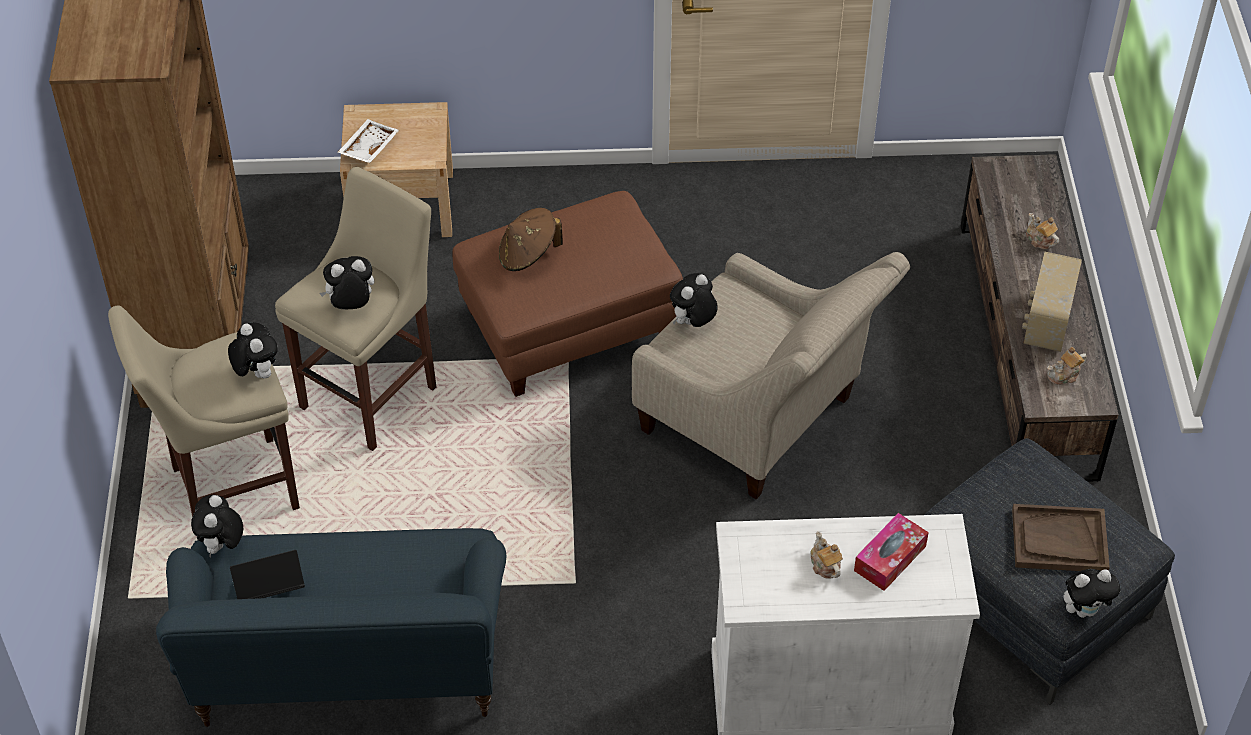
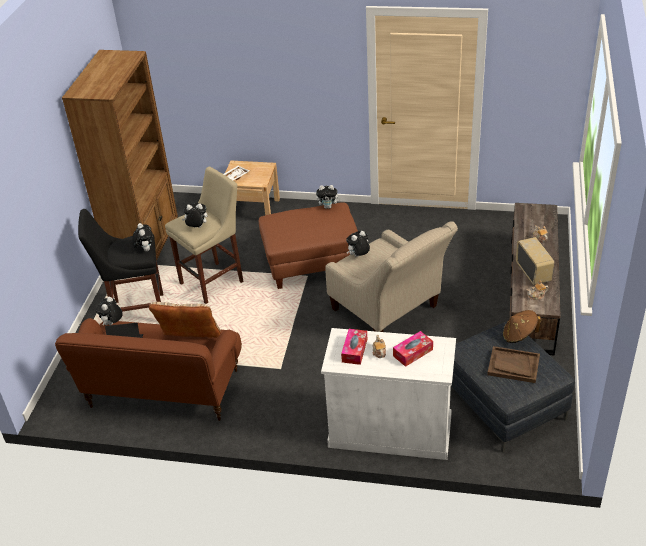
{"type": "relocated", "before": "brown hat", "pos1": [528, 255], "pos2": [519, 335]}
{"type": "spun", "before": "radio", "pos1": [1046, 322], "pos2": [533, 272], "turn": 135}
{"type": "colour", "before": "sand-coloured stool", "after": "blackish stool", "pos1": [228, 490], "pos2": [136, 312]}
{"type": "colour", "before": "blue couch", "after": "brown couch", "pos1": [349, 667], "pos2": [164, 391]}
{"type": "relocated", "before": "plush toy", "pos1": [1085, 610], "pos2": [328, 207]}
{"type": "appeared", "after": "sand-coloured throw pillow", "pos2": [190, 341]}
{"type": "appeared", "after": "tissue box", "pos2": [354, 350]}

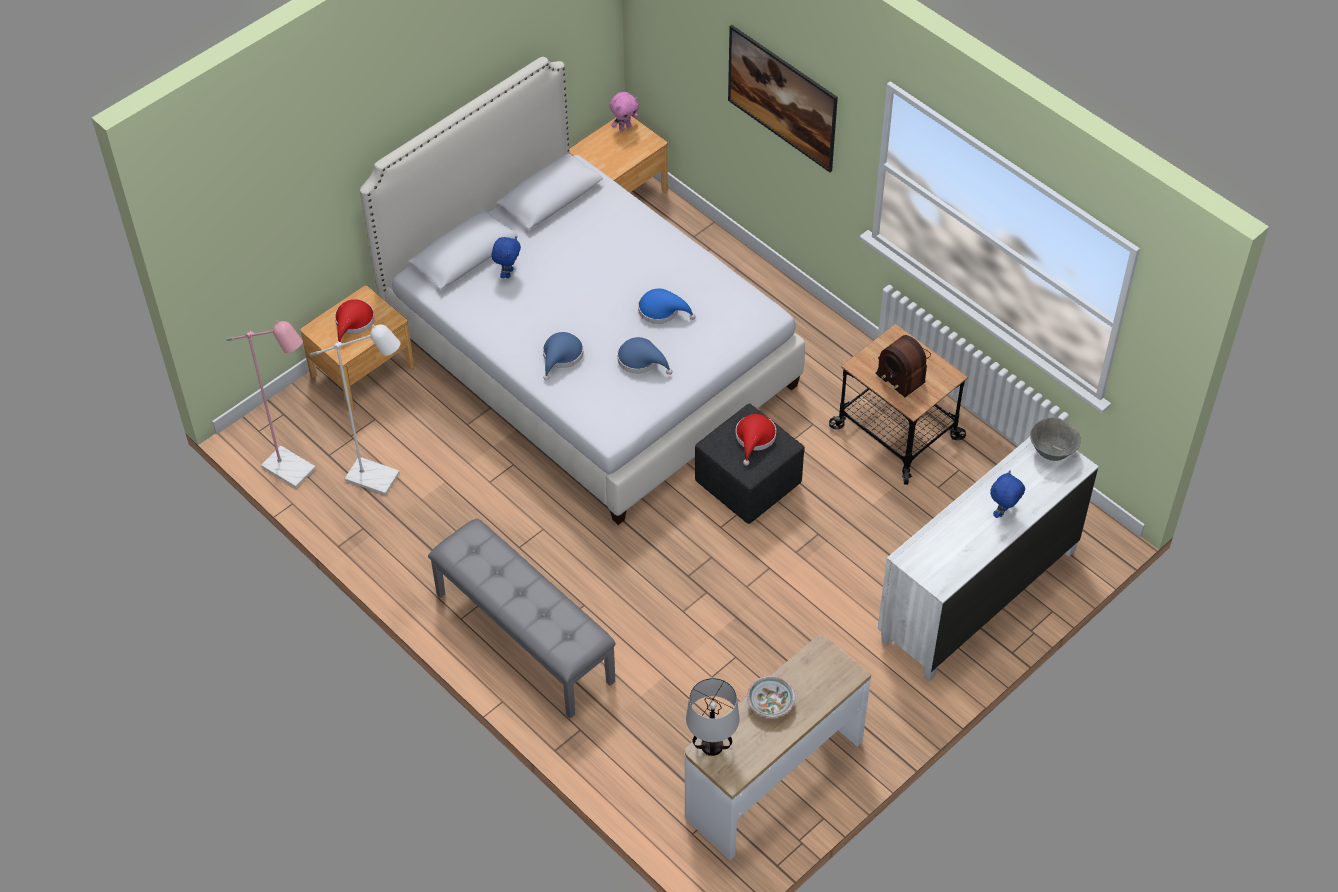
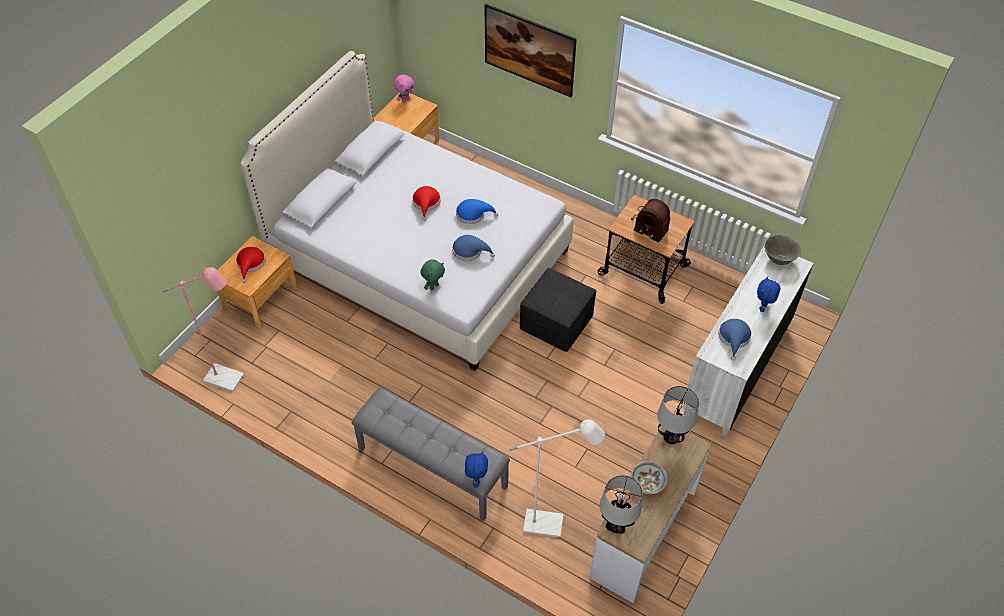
{"type": "relocated", "before": "blue plush toy", "pos1": [508, 273], "pos2": [476, 479]}
{"type": "relocated", "before": "whitish standing lamp", "pos1": [381, 479], "pos2": [551, 524]}
{"type": "relocated", "before": "blue hat", "pos1": [561, 356], "pos2": [734, 338]}
{"type": "relocated", "before": "red-coloured hat", "pos1": [754, 438], "pos2": [426, 203]}
{"type": "appeared", "after": "green-coloured plush toy", "pos2": [433, 286]}
{"type": "appeared", "after": "lamp for a table", "pos2": [671, 437]}

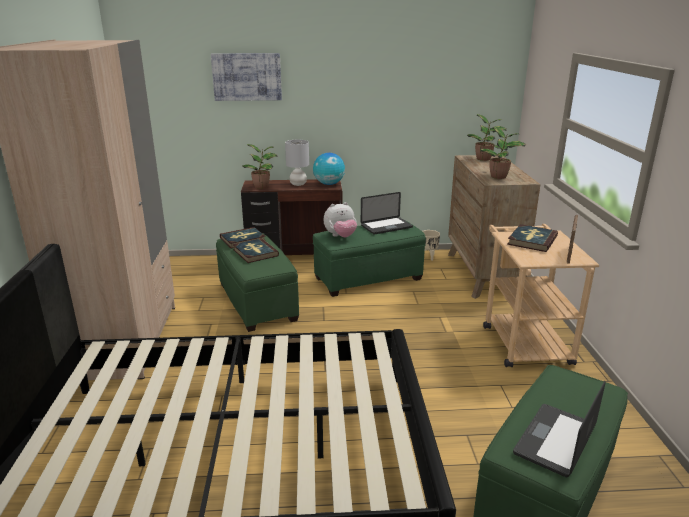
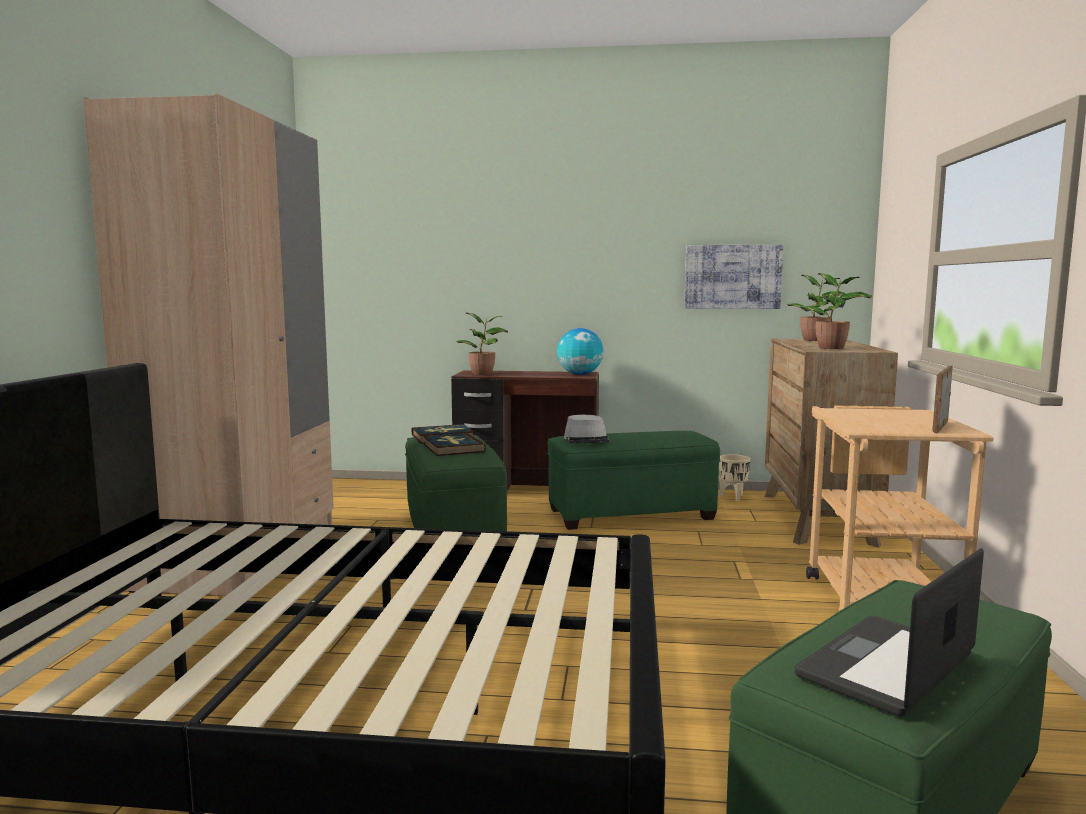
{"type": "relocated", "before": "wall art", "pos1": [247, 77], "pos2": [732, 277]}
{"type": "missing", "before": "gray lamp for a table", "pos1": [298, 184]}
{"type": "missing", "before": "laptop", "pos1": [386, 226]}
{"type": "exchanged", "before": "plush toy", "after": "gray hat", "pos1": [340, 236], "pos2": [587, 440]}
{"type": "missing", "before": "book", "pos1": [532, 240]}

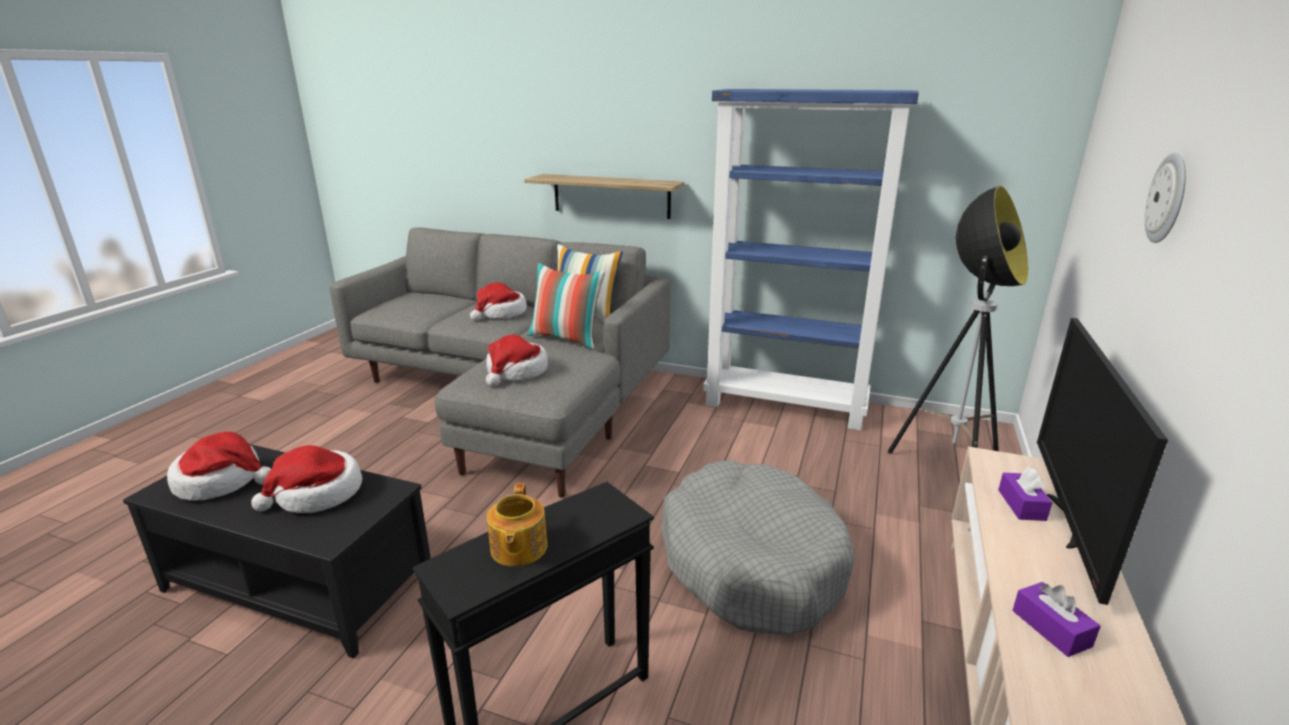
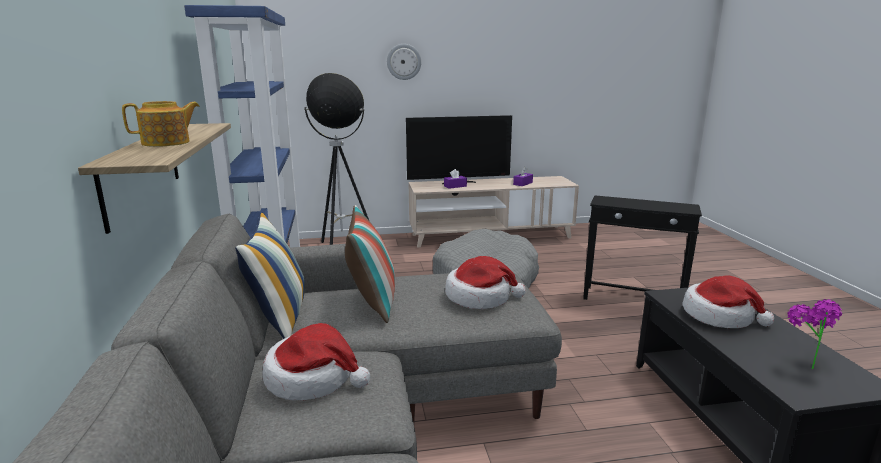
{"type": "exchanged", "before": "hat", "after": "houseplant", "pos1": [221, 481], "pos2": [802, 364]}
{"type": "relocated", "before": "teapot", "pos1": [518, 548], "pos2": [167, 143]}

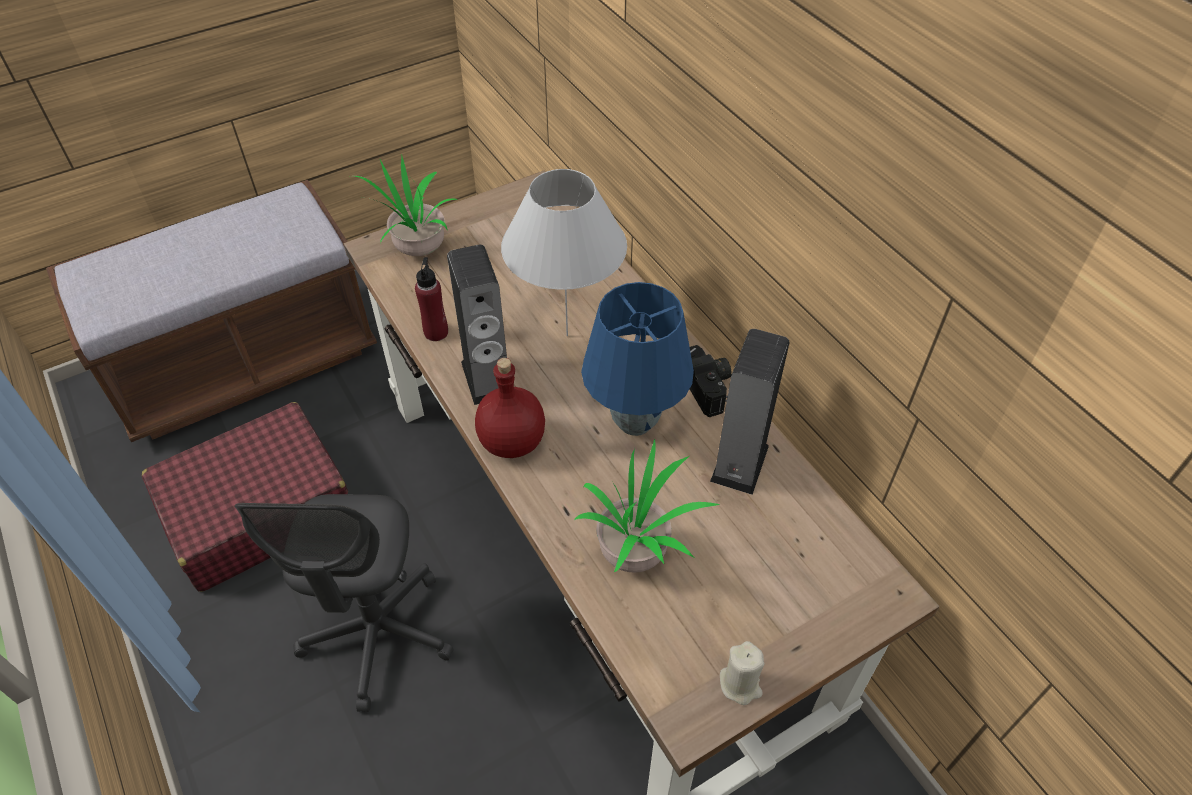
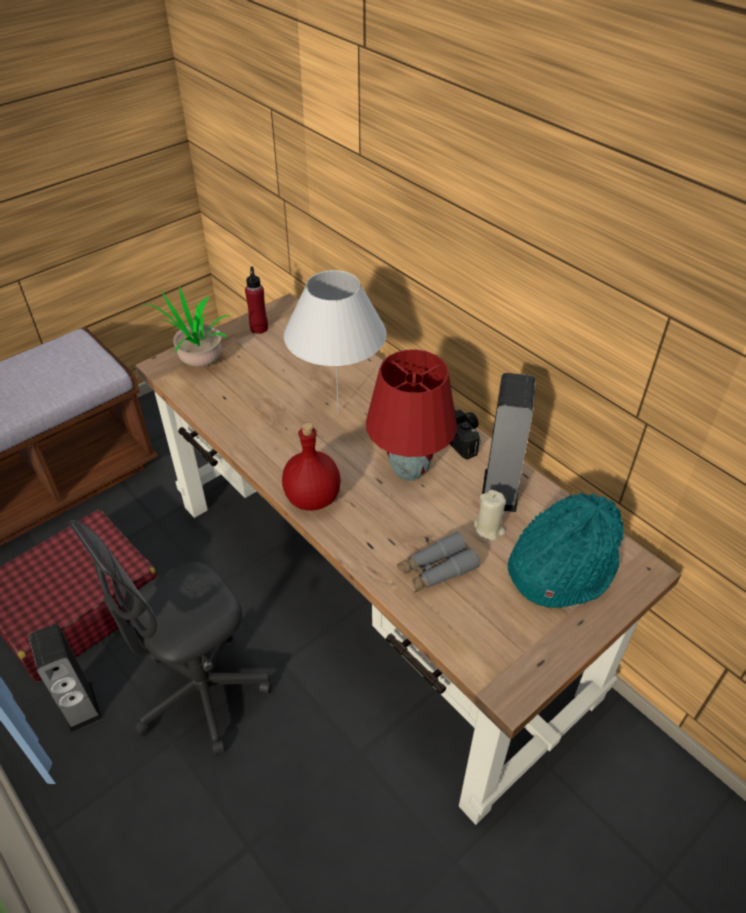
{"type": "relocated", "before": "audio speaker", "pos1": [487, 378], "pos2": [81, 706]}
{"type": "relocated", "before": "red-coloured beverage bottle", "pos1": [436, 332], "pos2": [259, 328]}
{"type": "colour", "before": "blue lamp for a table", "after": "red-coloured lamp for a table", "pos1": [634, 421], "pos2": [408, 470]}
{"type": "exchanged", "before": "houseplant", "after": "gray binoculars", "pos1": [638, 553], "pos2": [436, 569]}
{"type": "spun", "before": "gray computer chair", "pos1": [378, 634], "pos2": [202, 693], "turn": 60}
{"type": "relocated", "before": "sand-coloured wax candle", "pos1": [740, 684], "pos2": [489, 529]}
{"type": "appeared", "after": "blue-green hat", "pos2": [560, 567]}

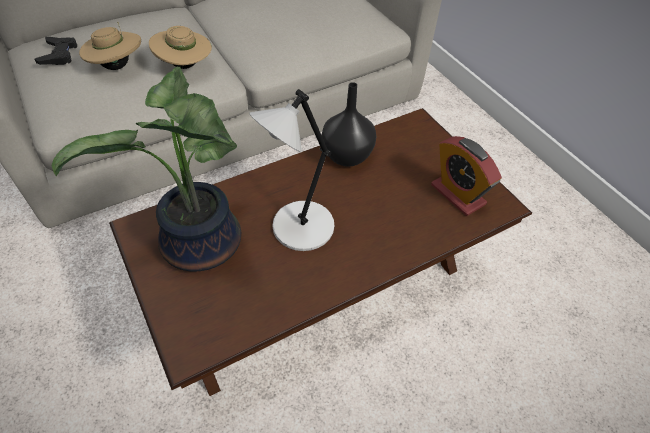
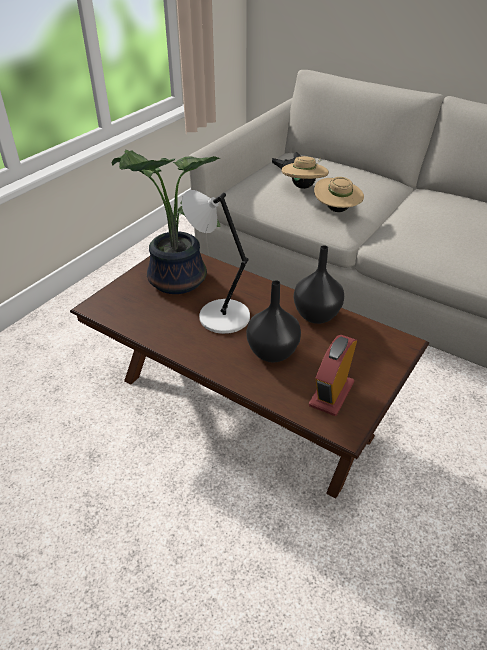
{"type": "appeared", "after": "blackish flower vase", "pos2": [272, 353]}

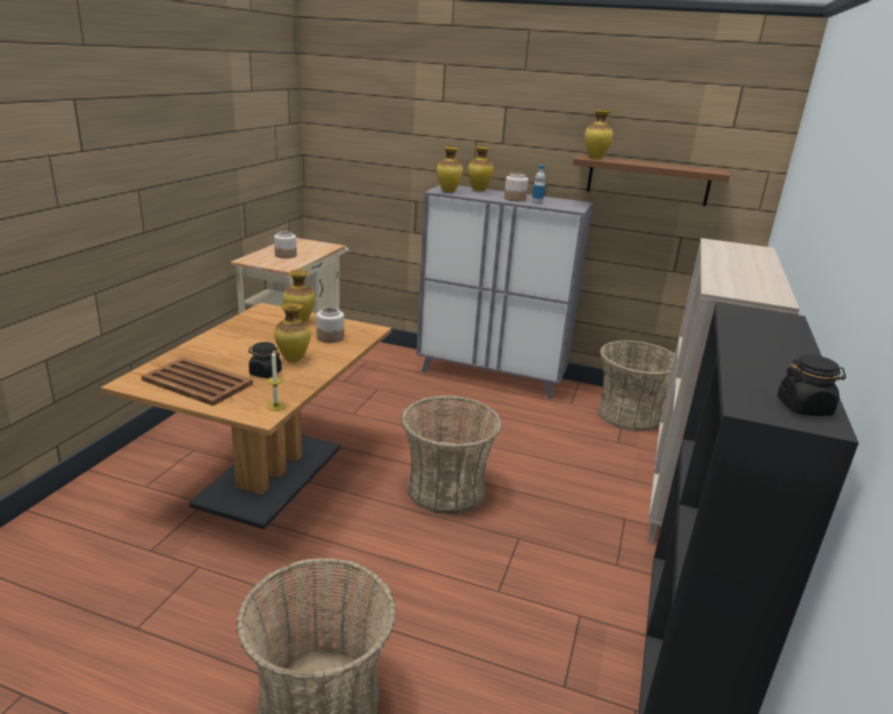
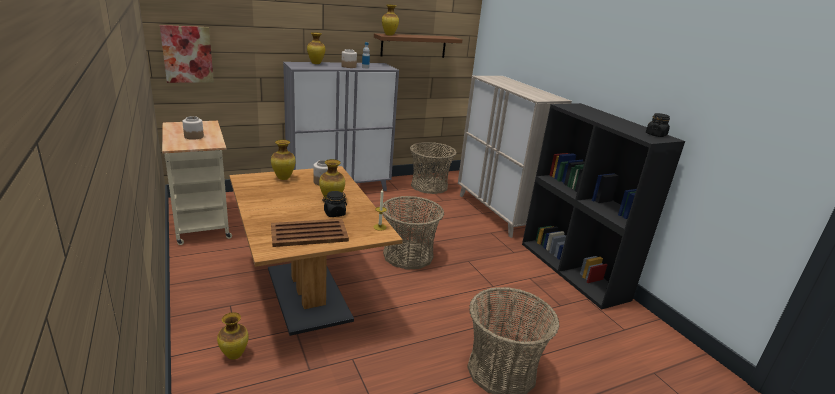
{"type": "relocated", "before": "flower vase", "pos1": [448, 192], "pos2": [235, 355]}
{"type": "appeared", "after": "wall art", "pos2": [187, 54]}

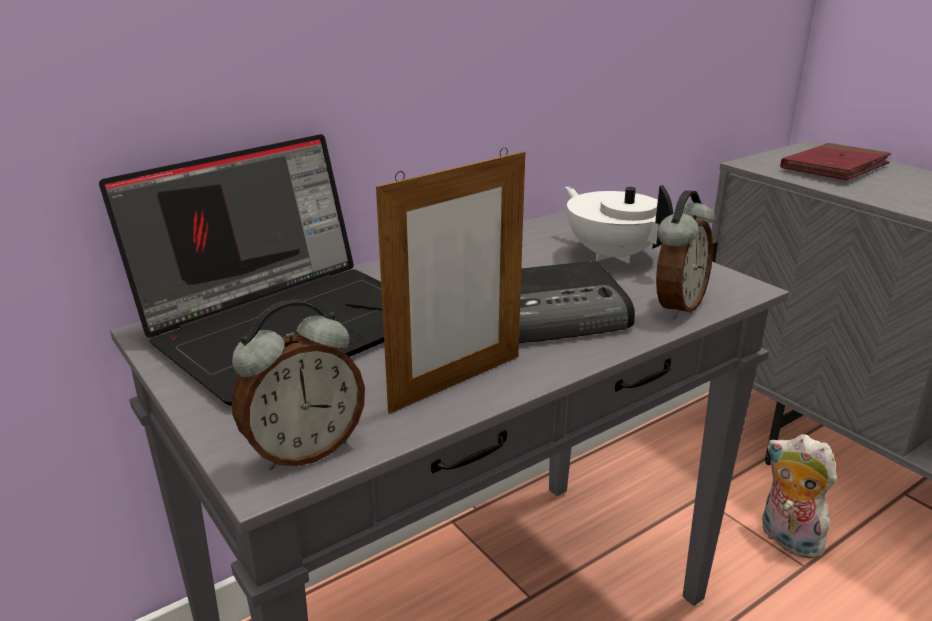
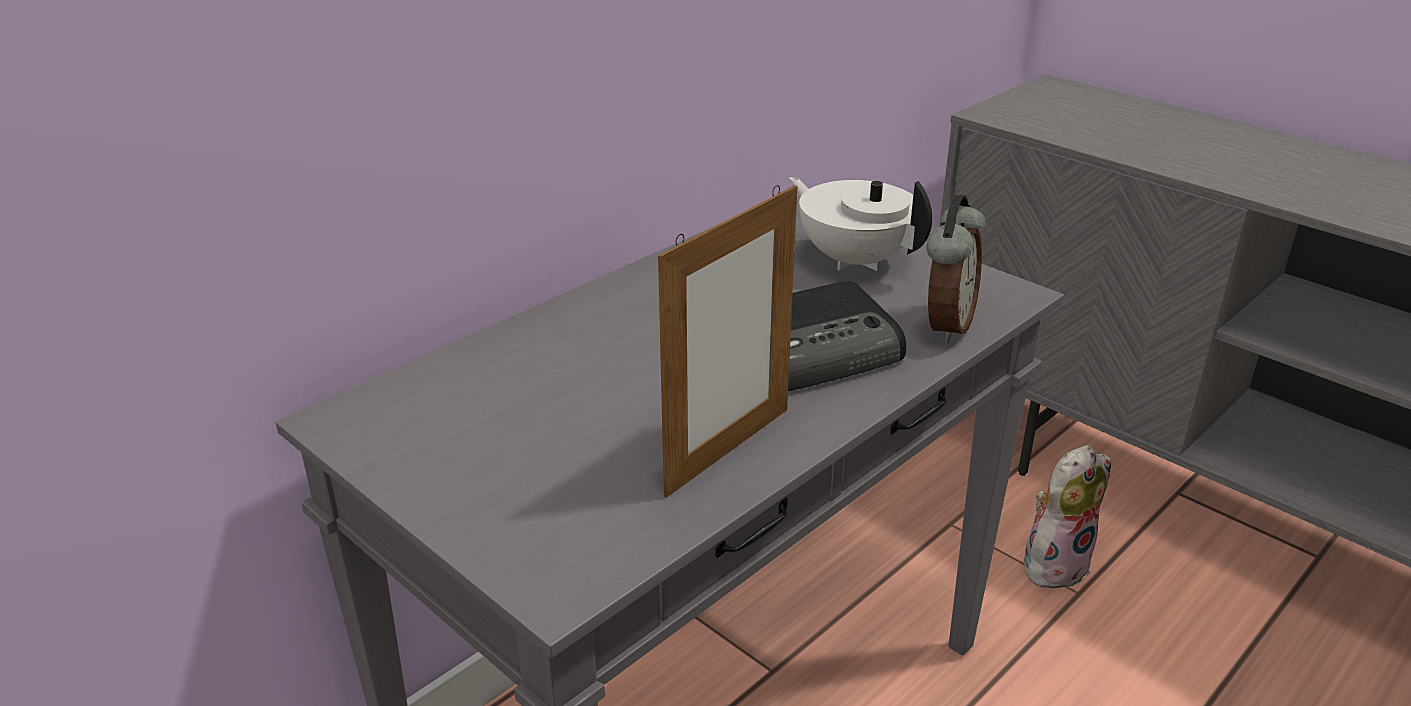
{"type": "missing", "before": "laptop", "pos1": [291, 324]}
{"type": "missing", "before": "red-coloured book", "pos1": [834, 167]}
{"type": "missing", "before": "table clock", "pos1": [304, 450]}
{"type": "spun", "before": "plush toy", "pos1": [786, 539], "pos2": [1054, 564], "turn": 105}

